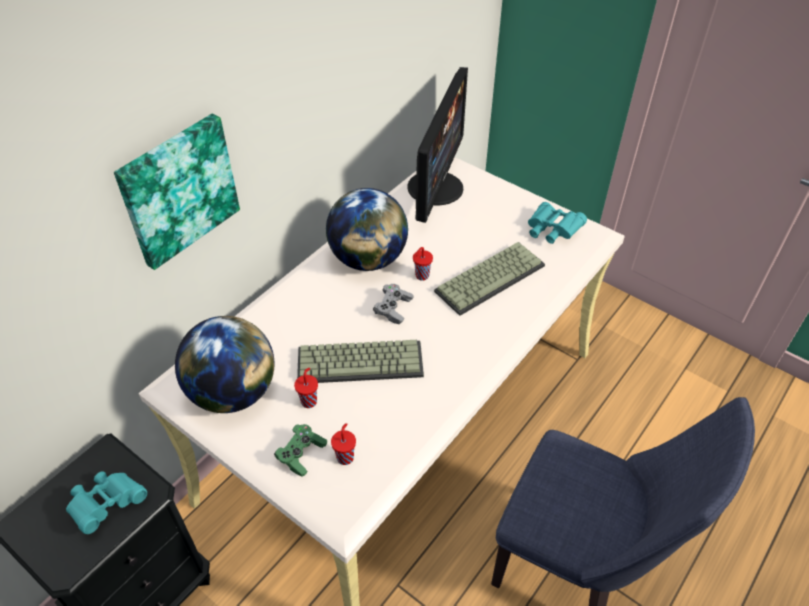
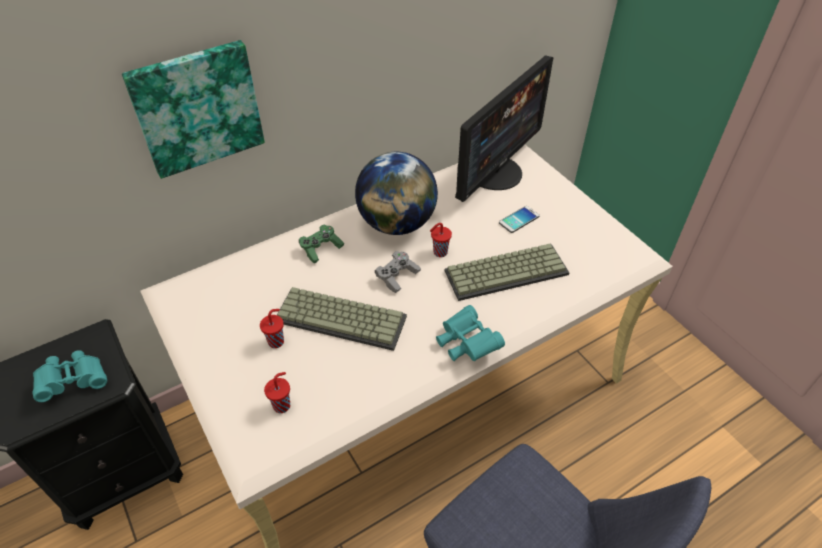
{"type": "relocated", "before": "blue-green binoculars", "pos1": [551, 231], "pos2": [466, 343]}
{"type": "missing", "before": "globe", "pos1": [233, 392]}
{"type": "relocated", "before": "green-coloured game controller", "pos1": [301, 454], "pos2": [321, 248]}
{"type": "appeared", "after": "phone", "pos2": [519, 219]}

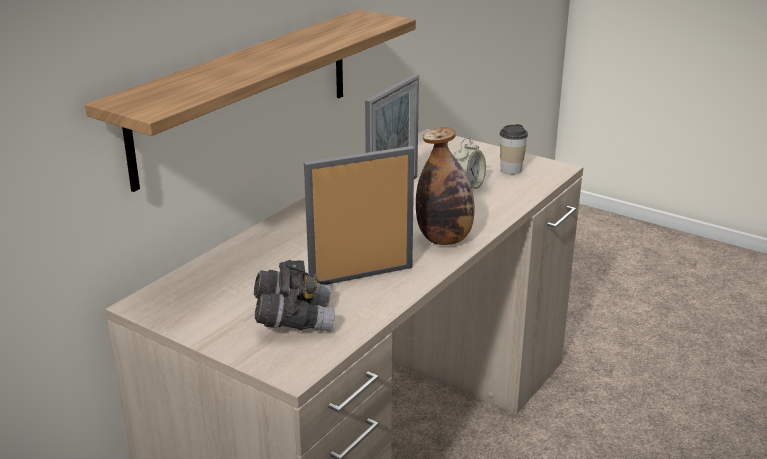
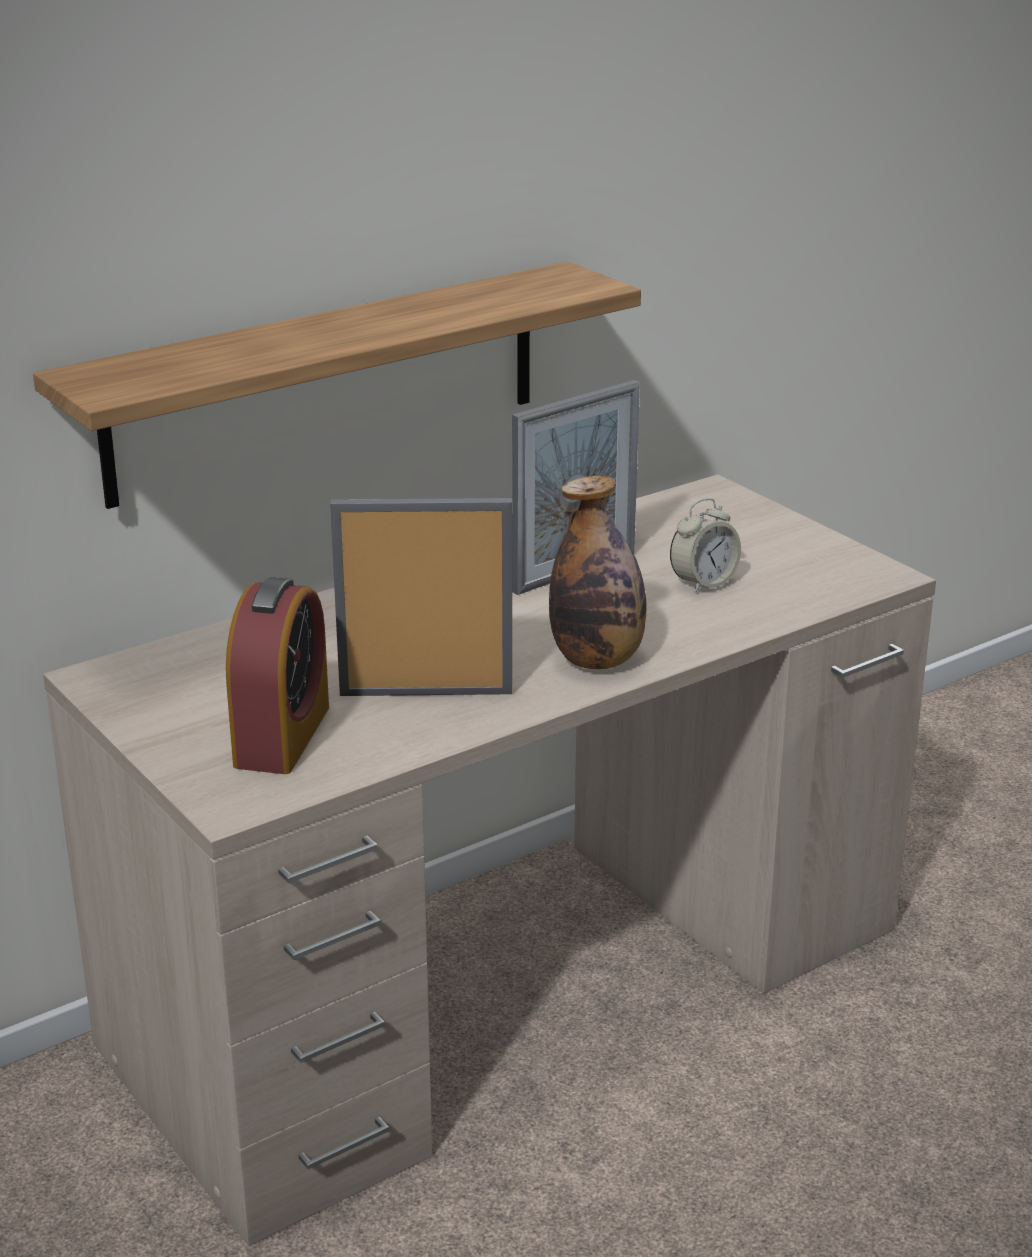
{"type": "missing", "before": "drinking cup", "pos1": [511, 170]}
{"type": "exchanged", "before": "gray binoculars", "after": "table clock", "pos1": [293, 319], "pos2": [282, 736]}

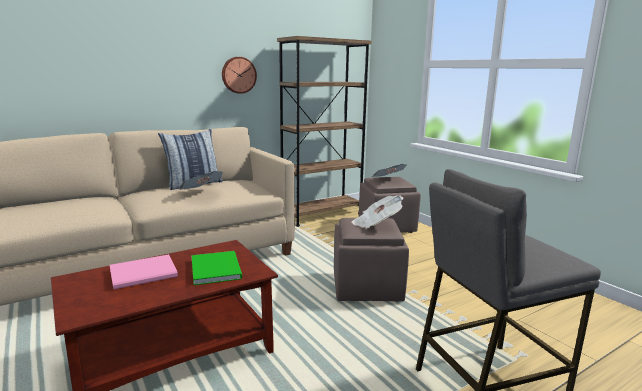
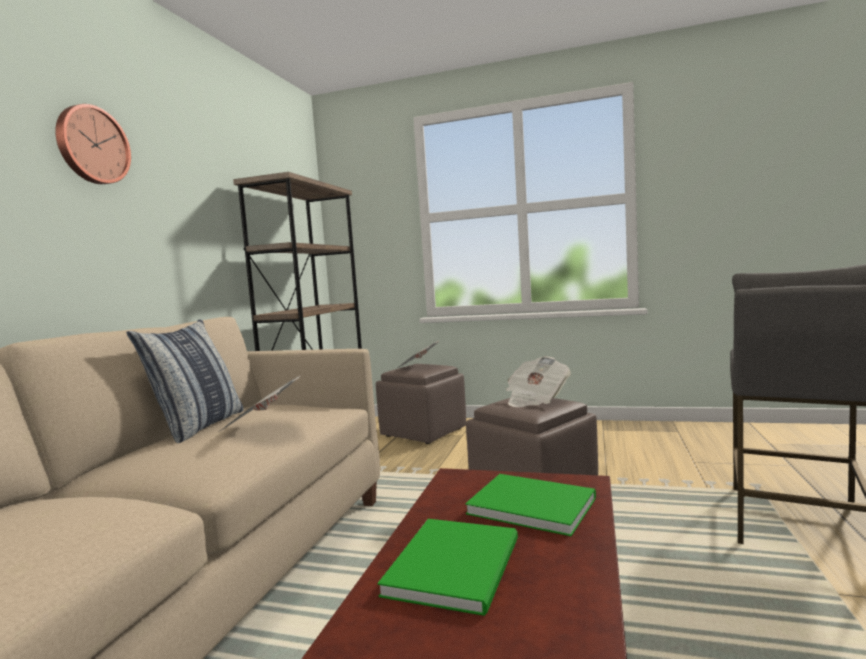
{"type": "relocated", "before": "hanging clock", "pos1": [238, 75], "pos2": [92, 145]}
{"type": "colour", "before": "pink book", "after": "green-coloured book", "pos1": [145, 273], "pos2": [458, 564]}

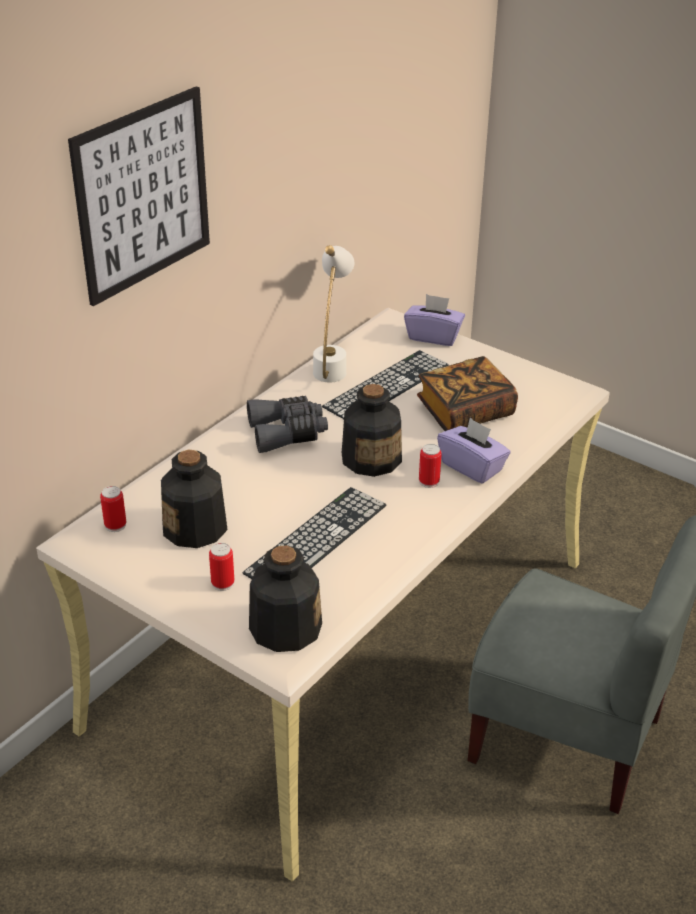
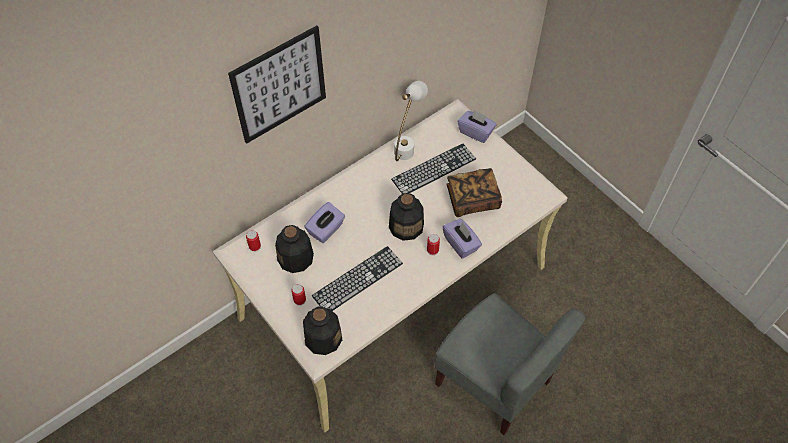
{"type": "missing", "before": "gray binoculars", "pos1": [287, 433]}
{"type": "appeared", "after": "purple-coloured tissue box", "pos2": [326, 230]}

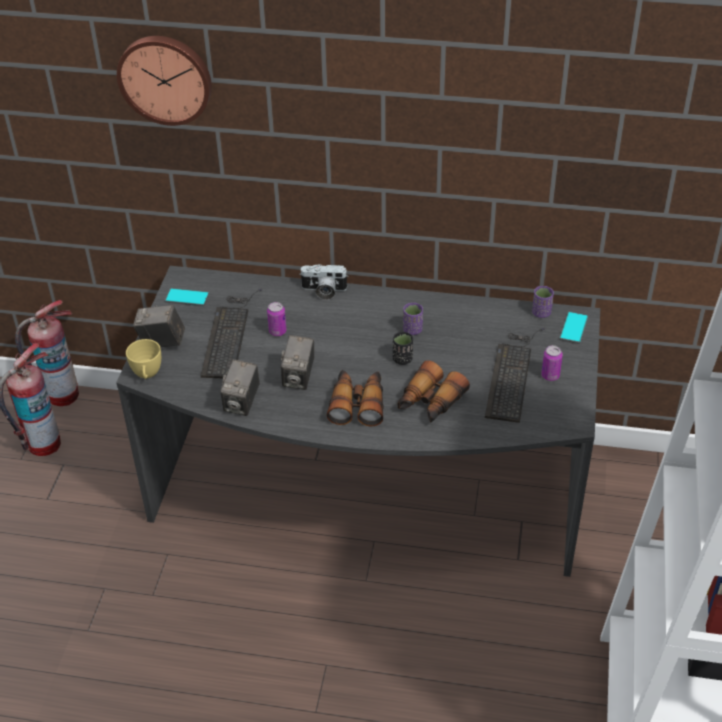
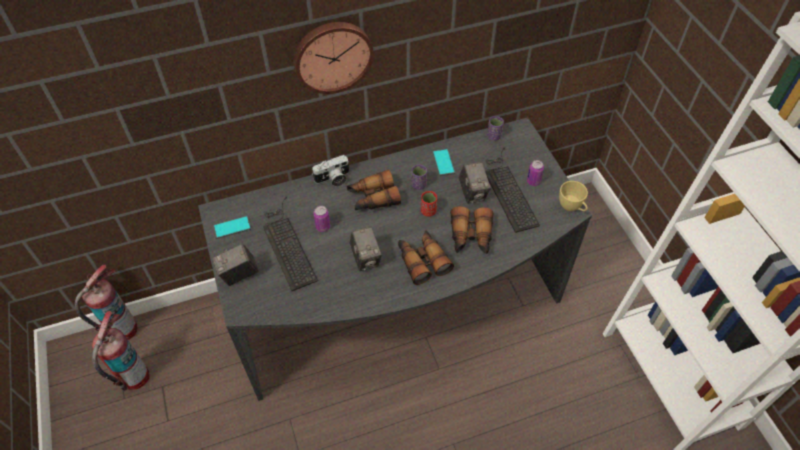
{"type": "relocated", "before": "hanging clock", "pos1": [166, 78], "pos2": [332, 56]}
{"type": "relocated", "before": "phone", "pos1": [573, 328], "pos2": [443, 163]}
{"type": "colour", "before": "blackish drinking cup", "after": "red-coloured drinking cup", "pos1": [402, 359], "pos2": [428, 211]}
{"type": "relocated", "before": "yellow drinking cup", "pos1": [147, 374], "pos2": [572, 207]}
{"type": "relocated", "before": "still camera", "pos1": [242, 403], "pos2": [473, 193]}
{"type": "appeared", "after": "binoculars", "pos2": [373, 198]}

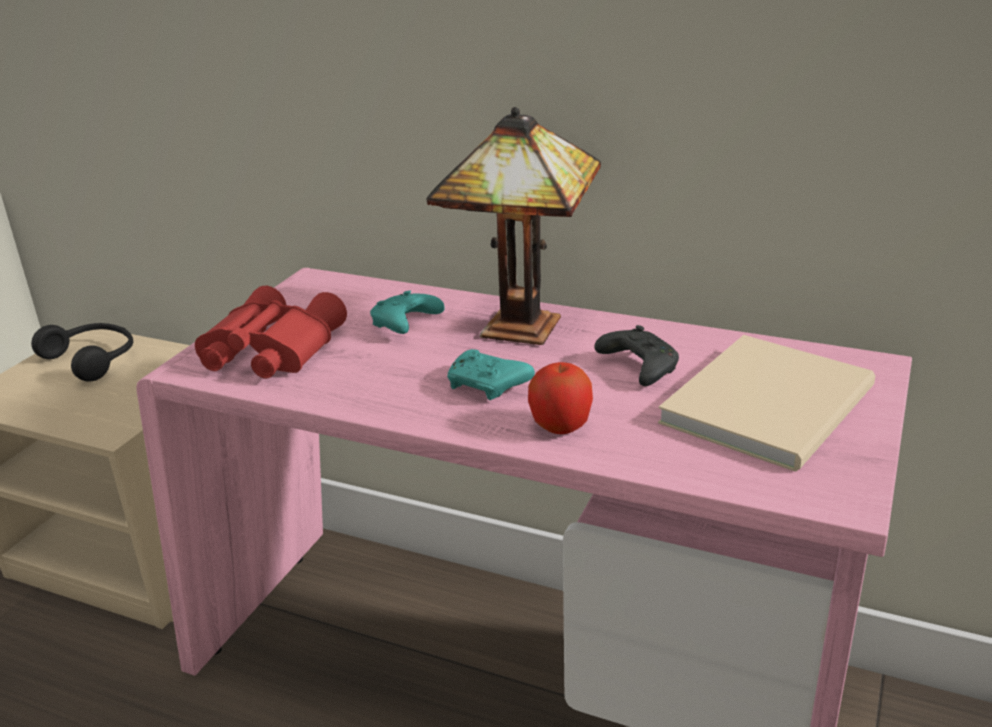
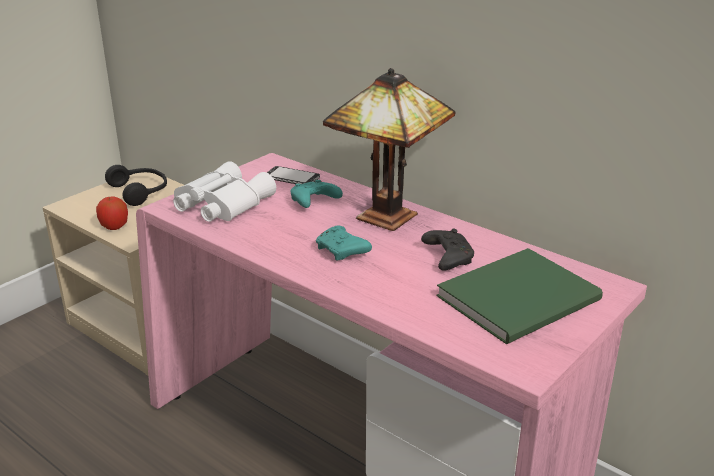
{"type": "colour", "before": "red-coloured binoculars", "after": "whitish binoculars", "pos1": [268, 350], "pos2": [220, 204]}
{"type": "colour", "before": "sand-coloured book", "after": "green-coloured book", "pos1": [775, 404], "pos2": [524, 298]}
{"type": "relocated", "before": "apple", "pos1": [561, 426], "pos2": [114, 226]}
{"type": "appeared", "after": "phone", "pos2": [291, 178]}

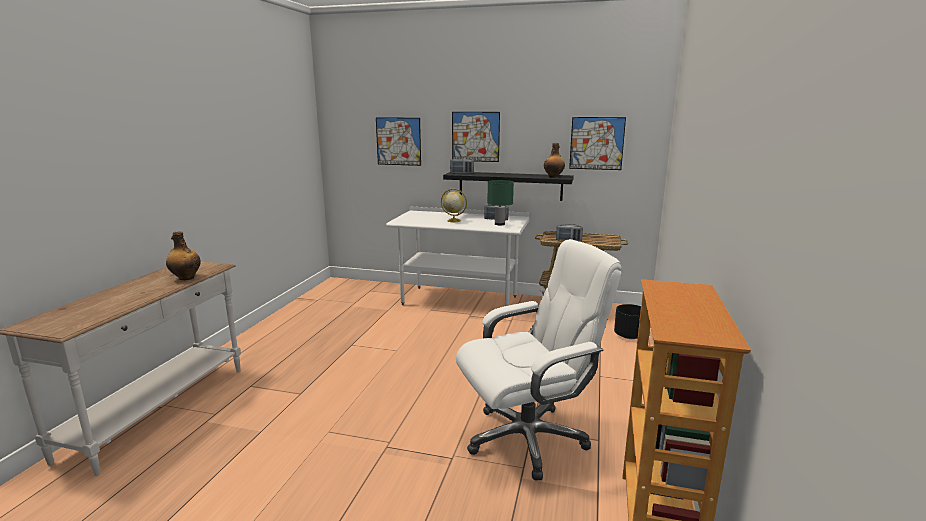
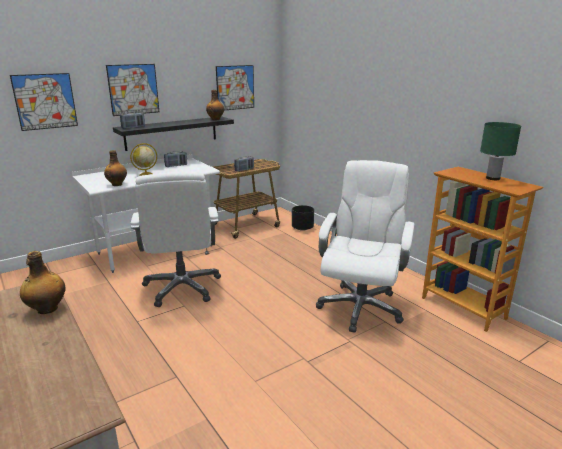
{"type": "relocated", "before": "green-coloured lamp for a table", "pos1": [499, 224], "pos2": [492, 178]}
{"type": "appeared", "after": "beverage bottle", "pos2": [117, 184]}
{"type": "appeared", "after": "whitish computer chair", "pos2": [182, 287]}

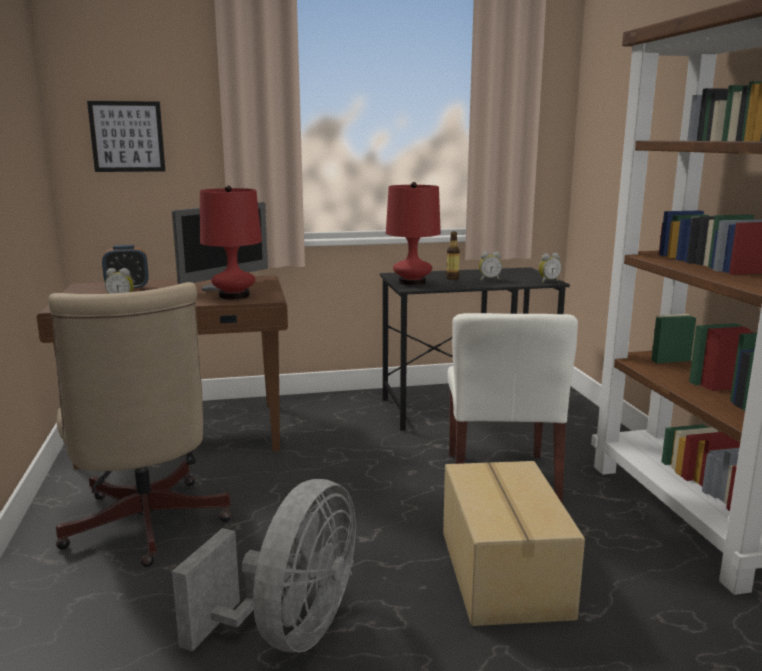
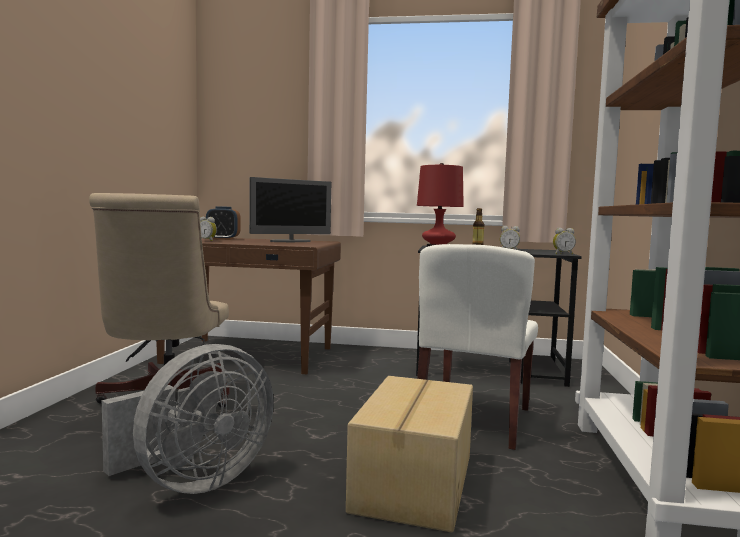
{"type": "missing", "before": "wall art", "pos1": [127, 136]}
{"type": "missing", "before": "red-coloured lamp for a table", "pos1": [234, 296]}

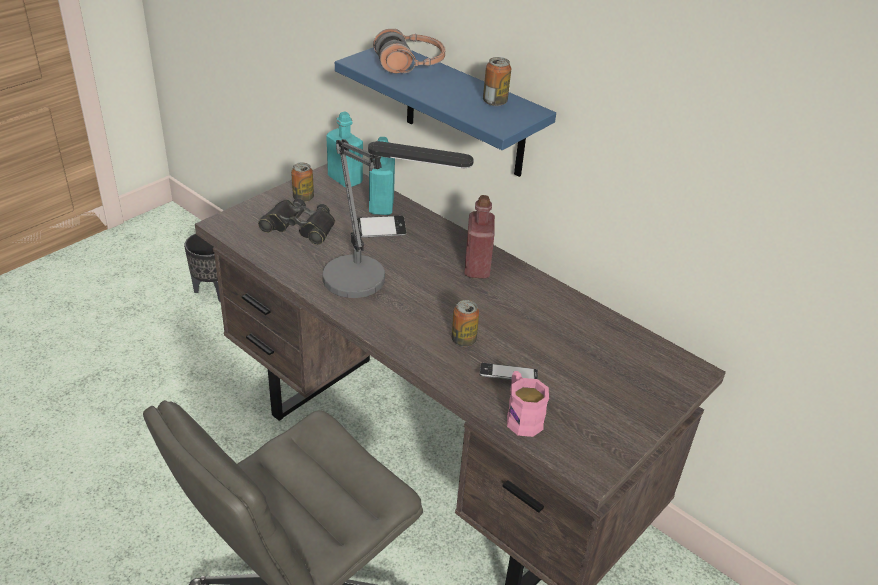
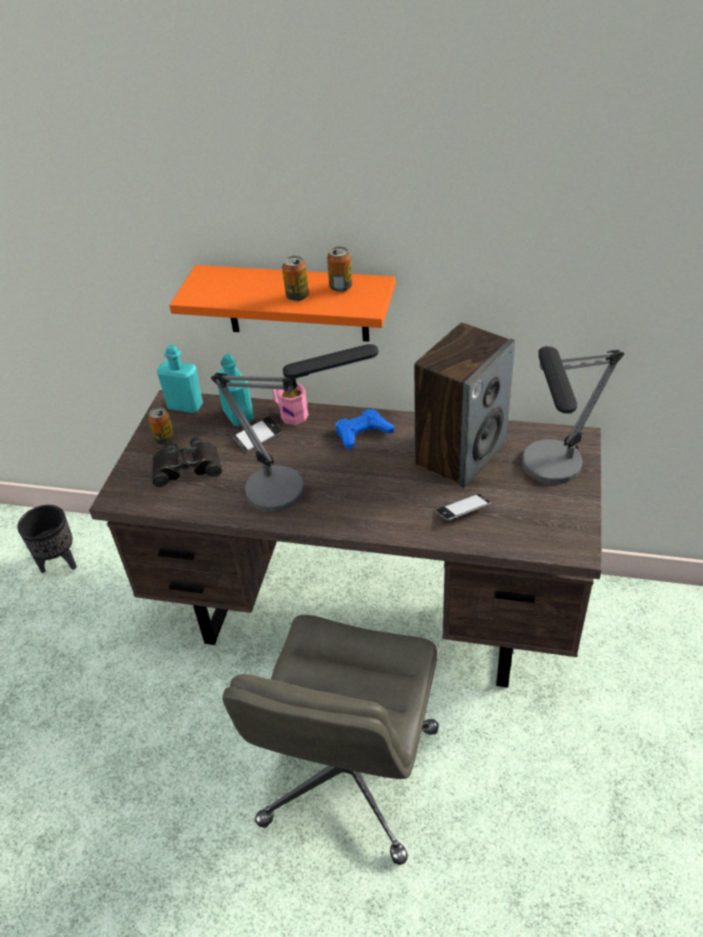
{"type": "missing", "before": "headphones", "pos1": [409, 64]}
{"type": "colour", "before": "blue shelf", "after": "orange shelf", "pos1": [465, 111], "pos2": [296, 303]}
{"type": "exchanged", "before": "red-coloured beverage bottle", "after": "blue game controller", "pos1": [477, 268], "pos2": [362, 433]}
{"type": "relocated", "before": "metal can", "pos1": [463, 340], "pos2": [297, 296]}
{"type": "relocated", "before": "pink mug", "pos1": [521, 416], "pos2": [289, 413]}
{"type": "appeared", "after": "audio speaker", "pos2": [460, 453]}
{"type": "appeared", "after": "lamp for a table", "pos2": [551, 476]}

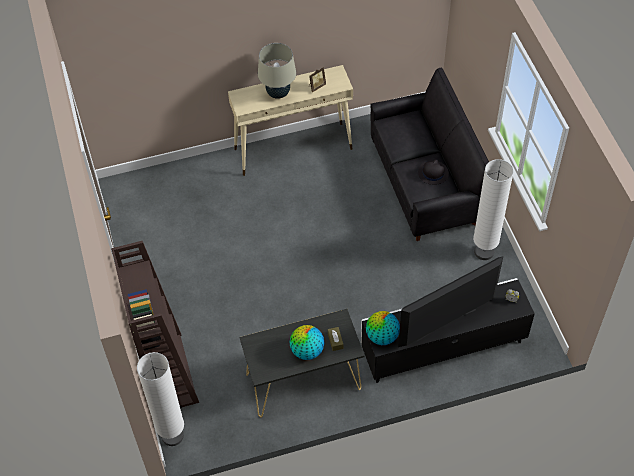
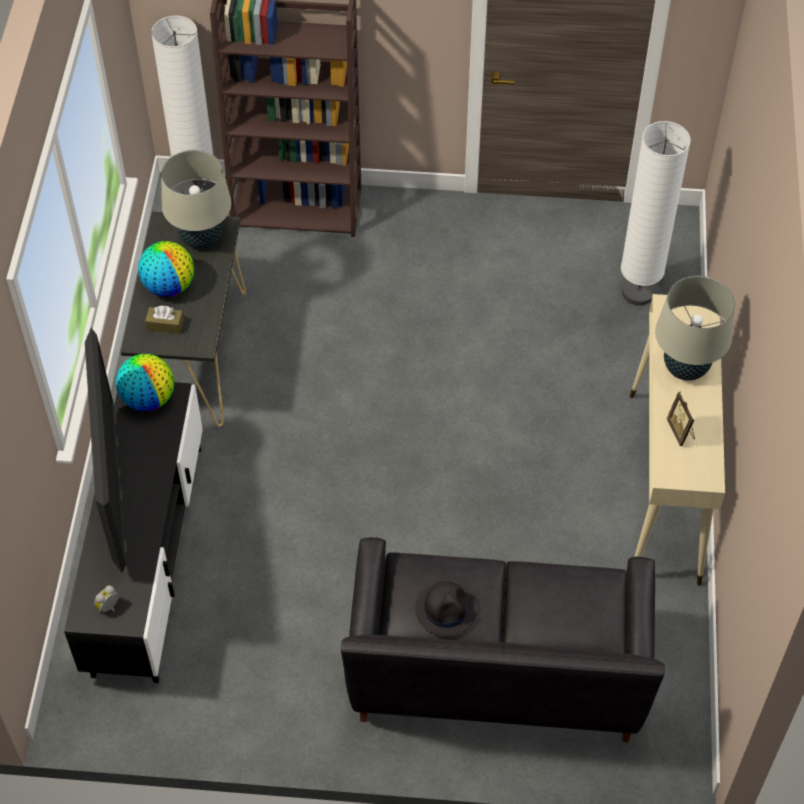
{"type": "relocated", "before": "whitish standing lamp", "pos1": [484, 252], "pos2": [638, 292]}
{"type": "appeared", "after": "sand-coloured lamp for a table", "pos2": [201, 239]}

